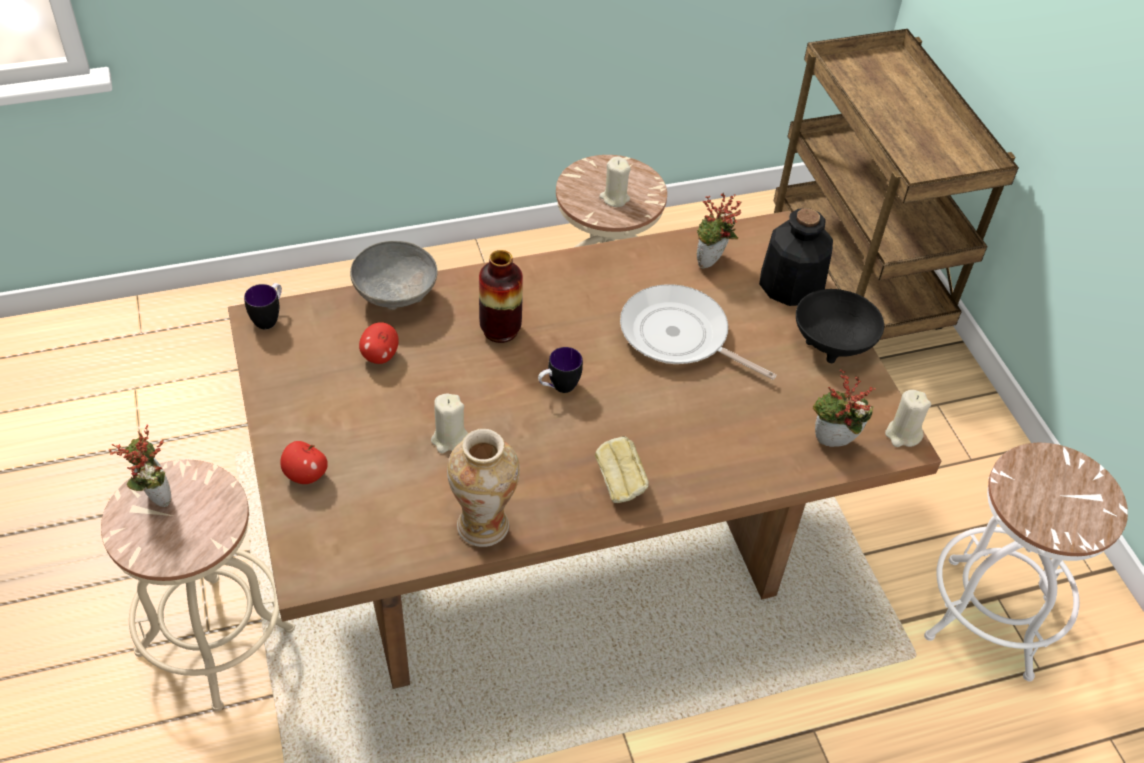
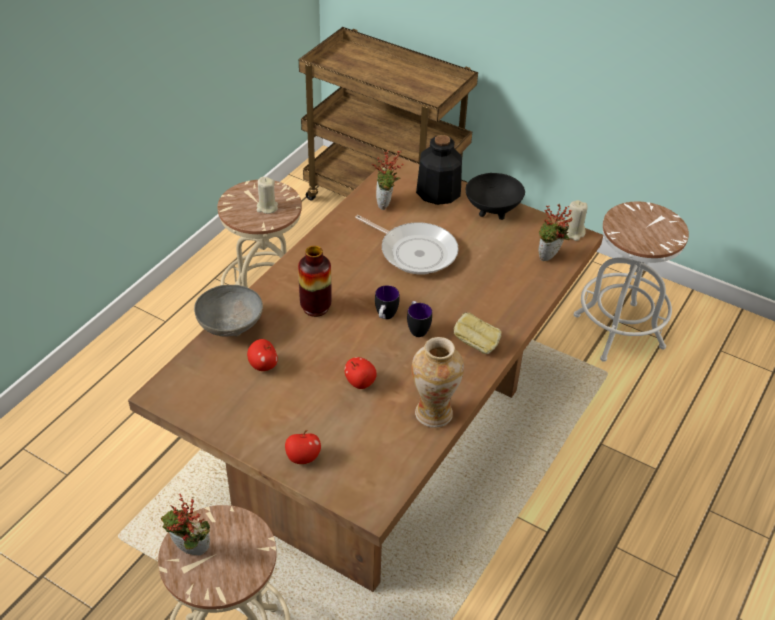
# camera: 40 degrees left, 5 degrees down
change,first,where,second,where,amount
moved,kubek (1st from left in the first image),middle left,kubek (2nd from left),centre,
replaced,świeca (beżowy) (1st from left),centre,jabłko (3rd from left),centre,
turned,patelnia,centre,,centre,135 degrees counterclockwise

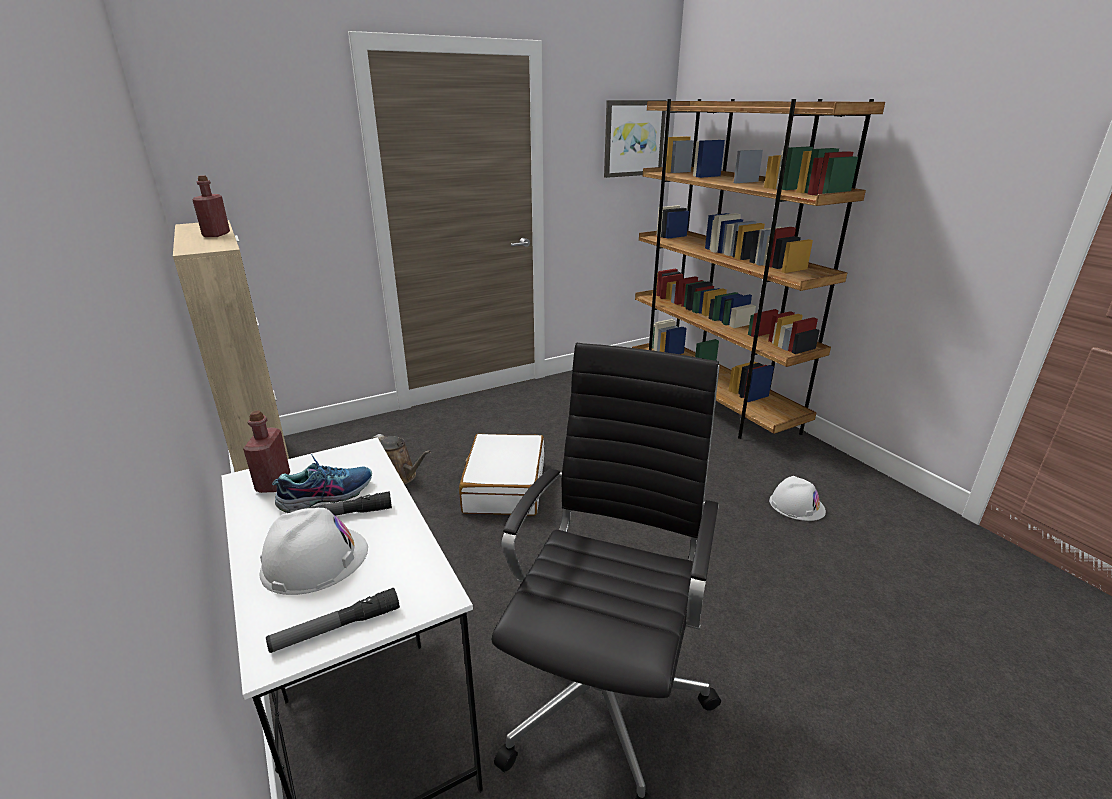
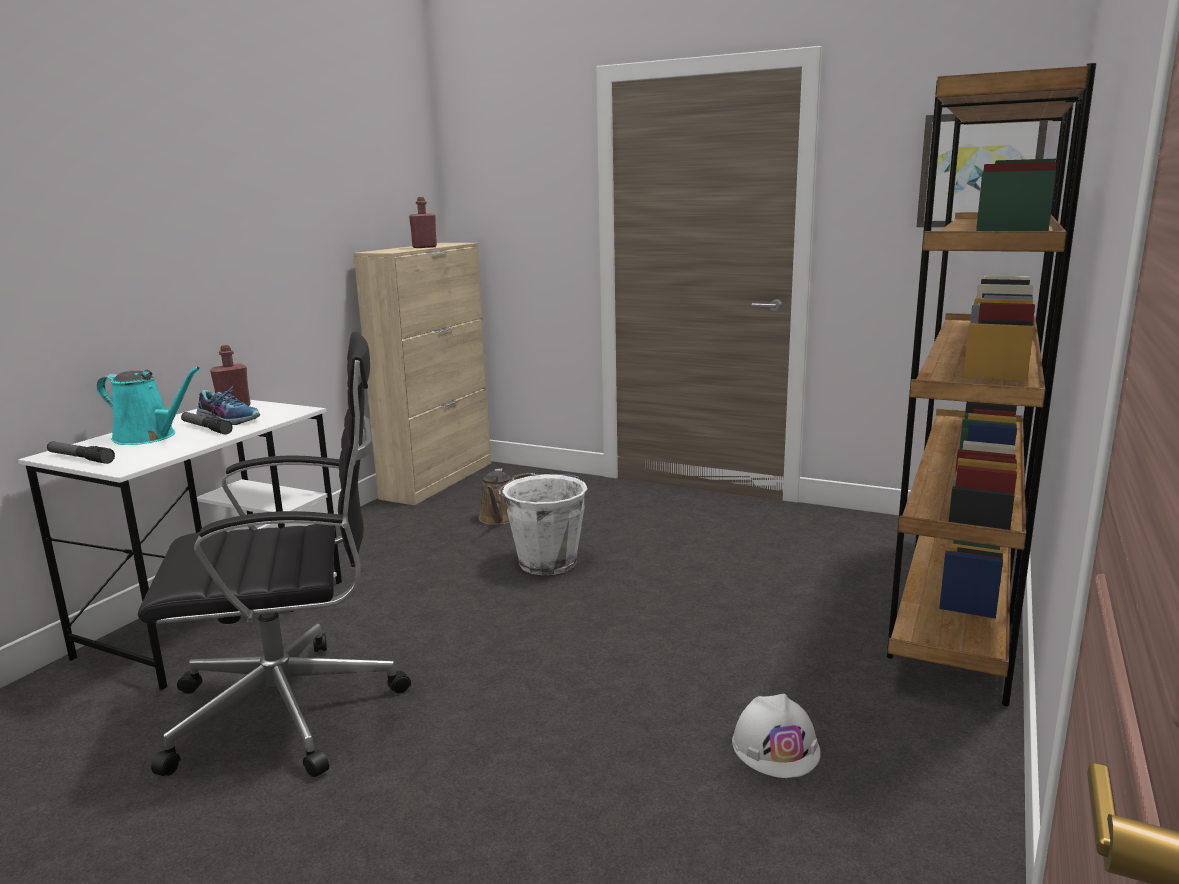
# camera: 55 degrees right, 10 degrees down
change,first,where,second,where,amount
replaced,kask (biały) (1st from left),bottom left,konewka (turkusowy),middle left,
replaced,walizka (biały),centre,wiadro (biały),centre,

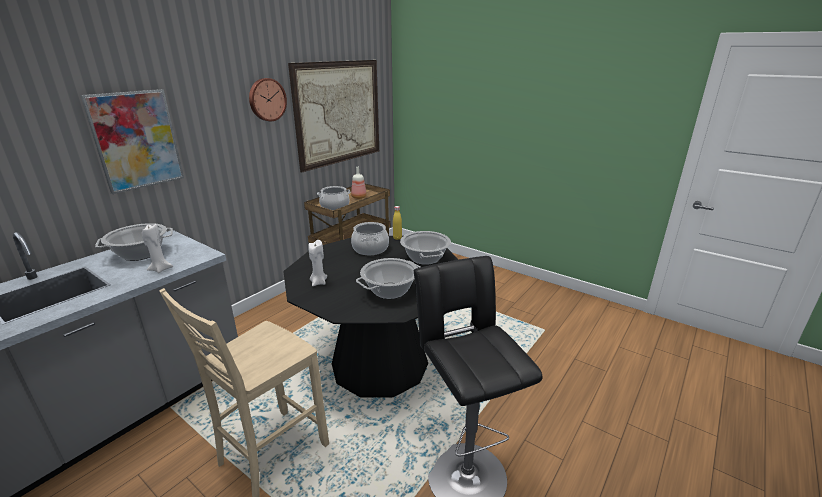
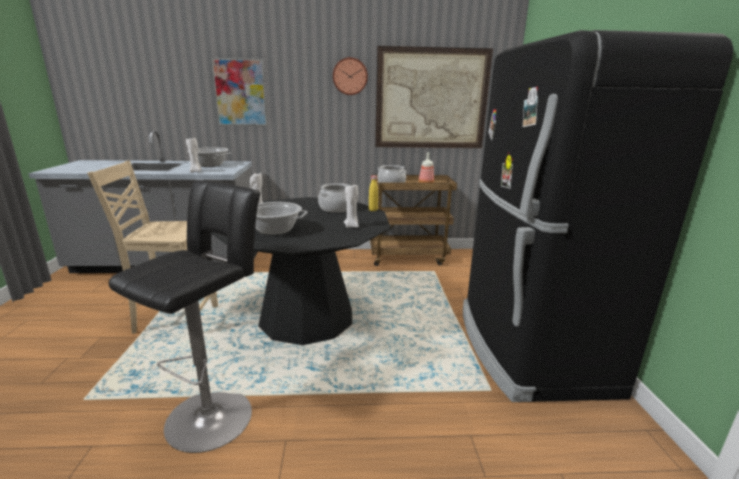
# camera: 50 degrees right, 5 degrees down
change,first,where,second,where,amount
added,,,lodówka (czarny),middle right,
replaced,garnek (5th from left),centre,świeca (biały) (3rd from left),centre,

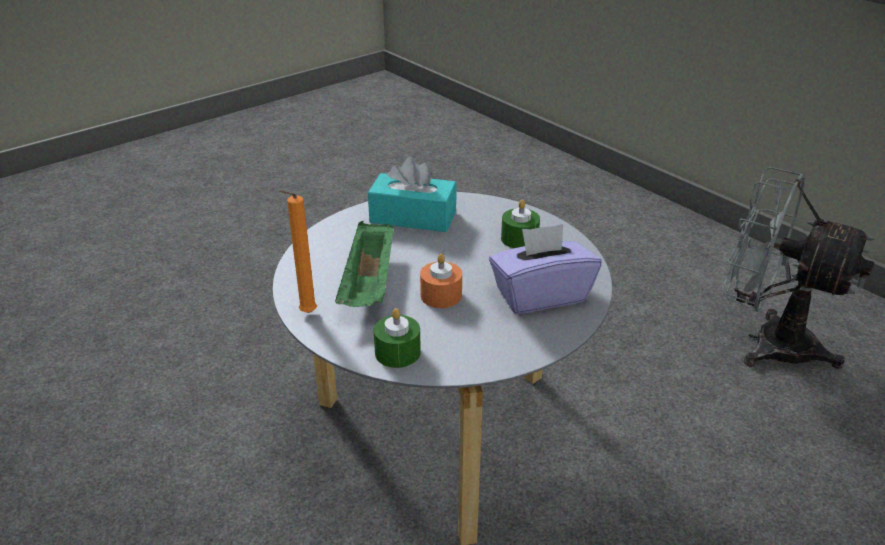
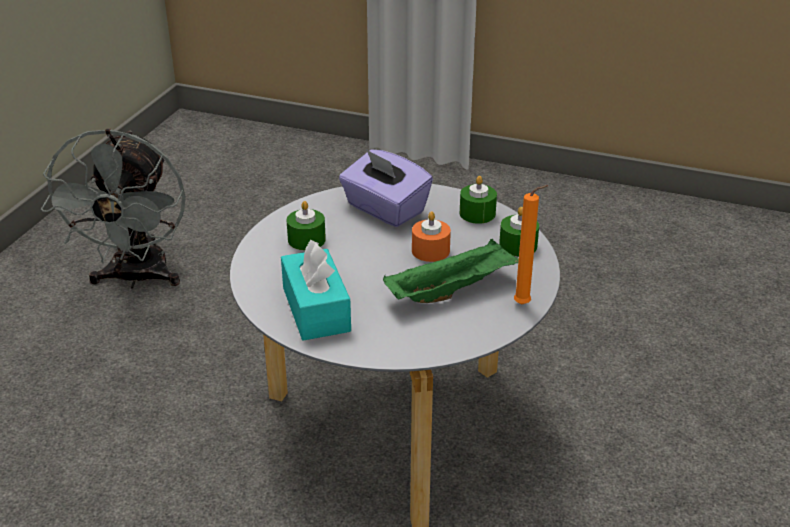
# camera: 120 degrees left, 0 degrees up
change,first,where,second,where,amount
added,,,świeca (zielony) (2nd from left),centre,

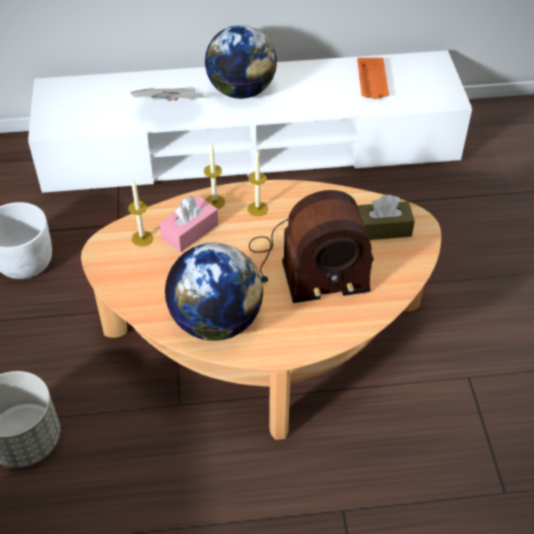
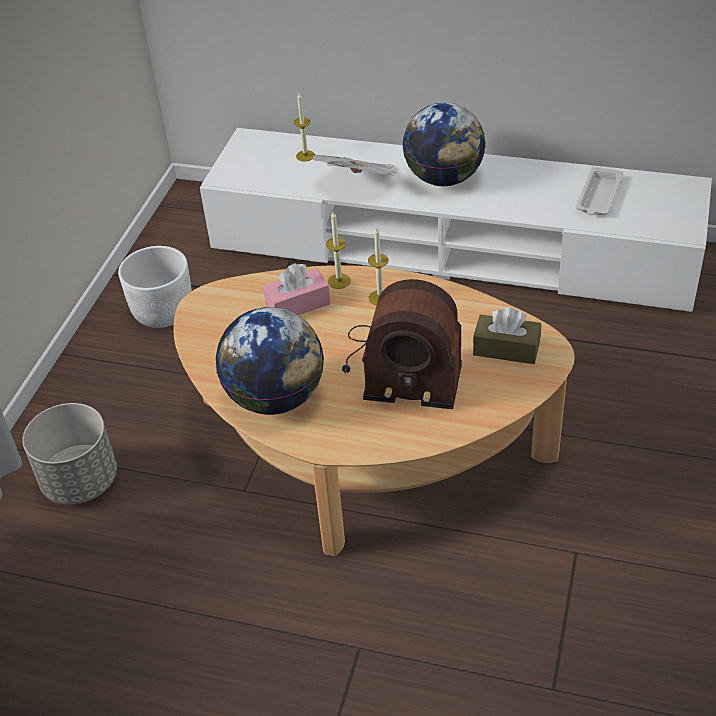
# camera: 25 degrees right, 5 degrees down
change,first,where,second,where,amount
moved,świeca (1st from left),middle left,,top centre,
recoloured,taca (pomarańczowy),top right,taca (biały),top right,

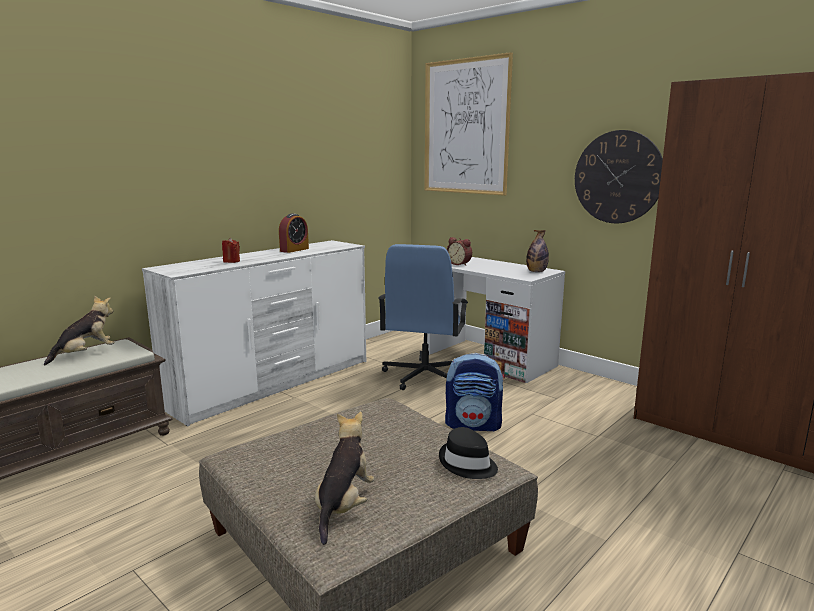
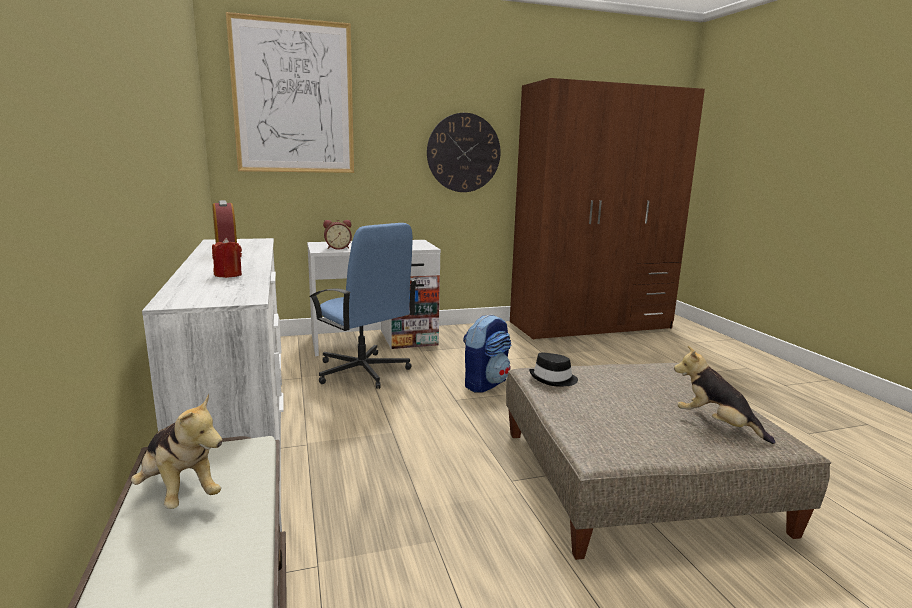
# camera: 60 degrees left, 0 degrees up
change,first,where,second,where,amount
removed,butelka,centre,,,
moved,kapelusz (czarny),bottom centre,,centre,
turned,pluszak (1st from left),middle left,,bottom left,150 degrees clockwise

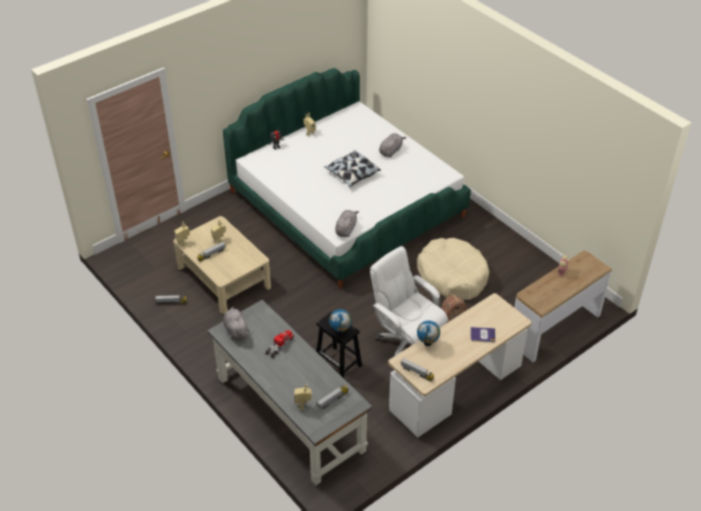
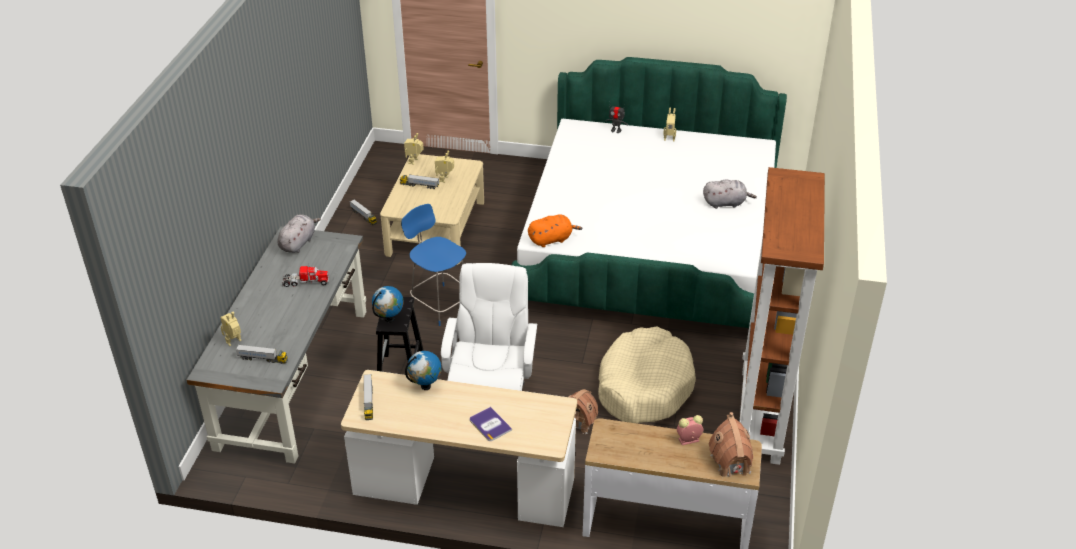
# camera: 50 degrees right, 5 degrees down
change,first,where,second,where,amount
removed,poduszka,top centre,,,
added,,,krzesło (niebieski),centre,
added,,,domek (2nd from left),bottom right,
added,,,regał (brązowy),middle right,
recoloured,pluszak (szary) (2nd from left),centre,pluszak (pomarańczowy),centre,

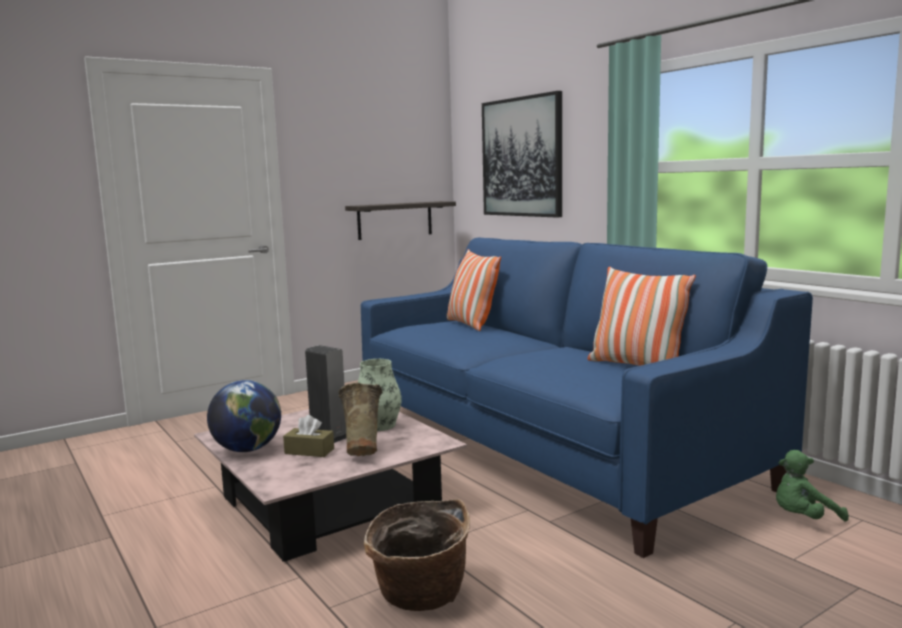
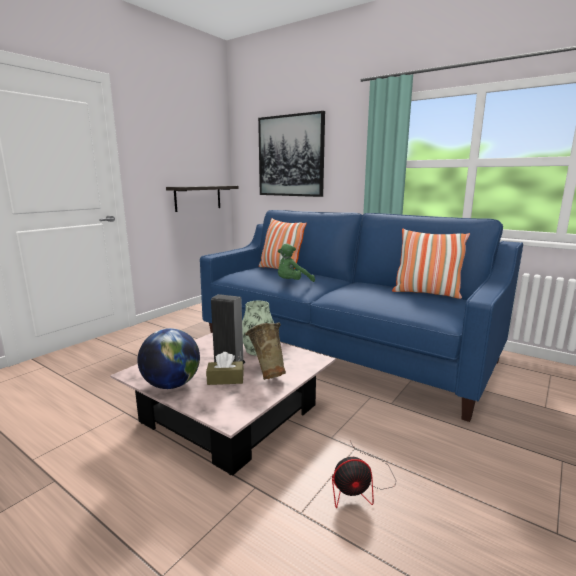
# camera: 20 degrees left, 5 degrees up
change,first,where,second,where,amount
moved,pluszak (zielony),bottom right,,centre,
replaced,koszyk,bottom centre,wentylator,bottom centre,

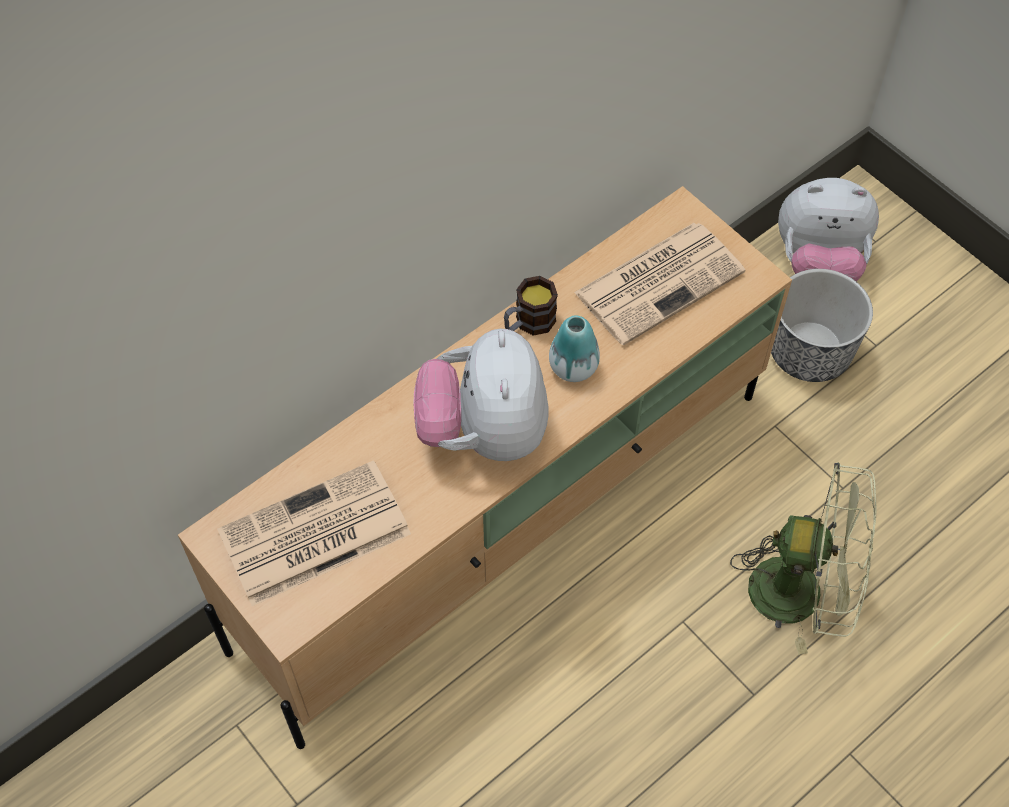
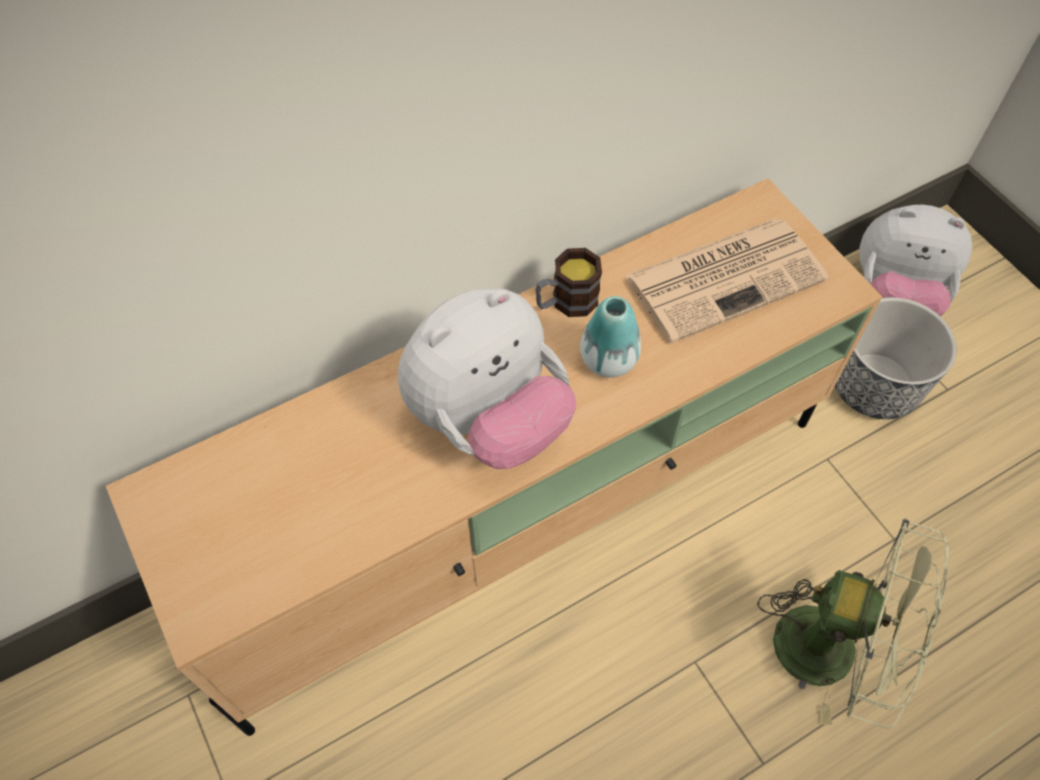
# camera: 10 degrees right, 0 degrees up
change,first,where,second,where,amount
removed,gazeta (1st from left),middle left,,,
turned,pluszak (1st from left),centre,,centre,135 degrees counterclockwise

